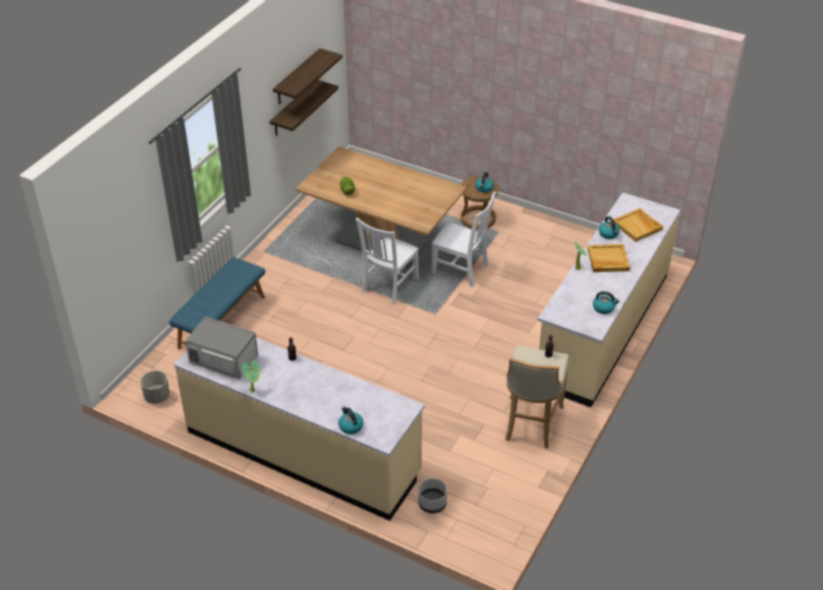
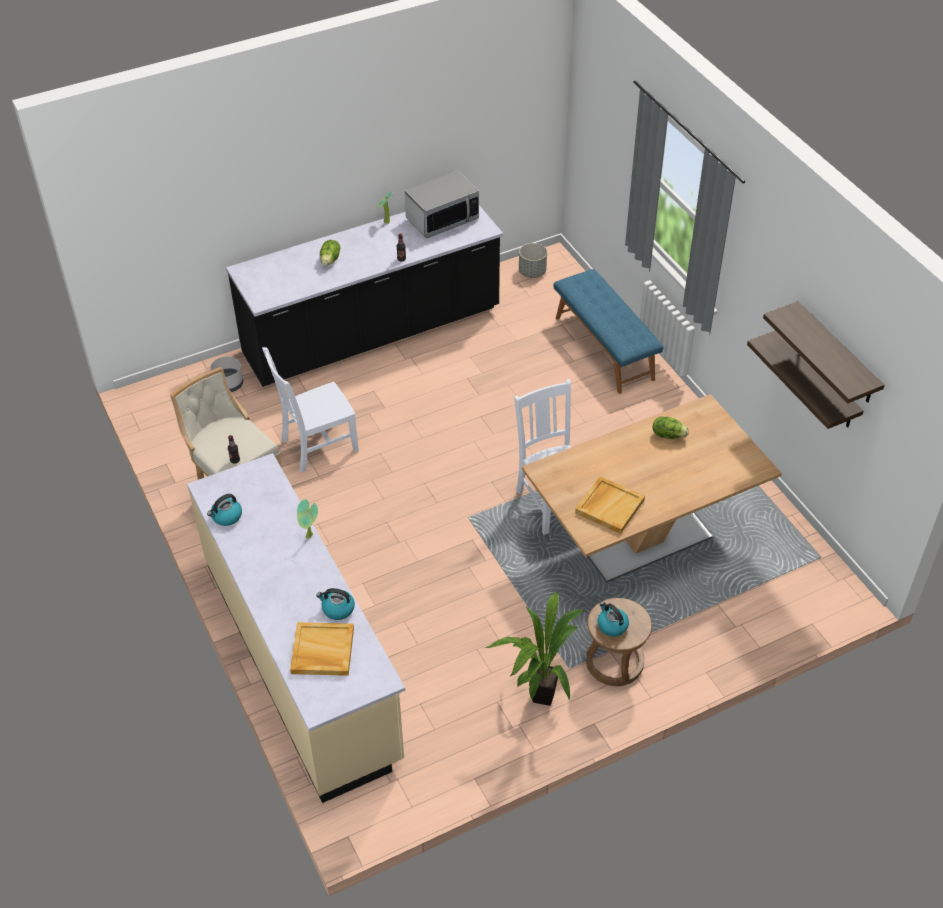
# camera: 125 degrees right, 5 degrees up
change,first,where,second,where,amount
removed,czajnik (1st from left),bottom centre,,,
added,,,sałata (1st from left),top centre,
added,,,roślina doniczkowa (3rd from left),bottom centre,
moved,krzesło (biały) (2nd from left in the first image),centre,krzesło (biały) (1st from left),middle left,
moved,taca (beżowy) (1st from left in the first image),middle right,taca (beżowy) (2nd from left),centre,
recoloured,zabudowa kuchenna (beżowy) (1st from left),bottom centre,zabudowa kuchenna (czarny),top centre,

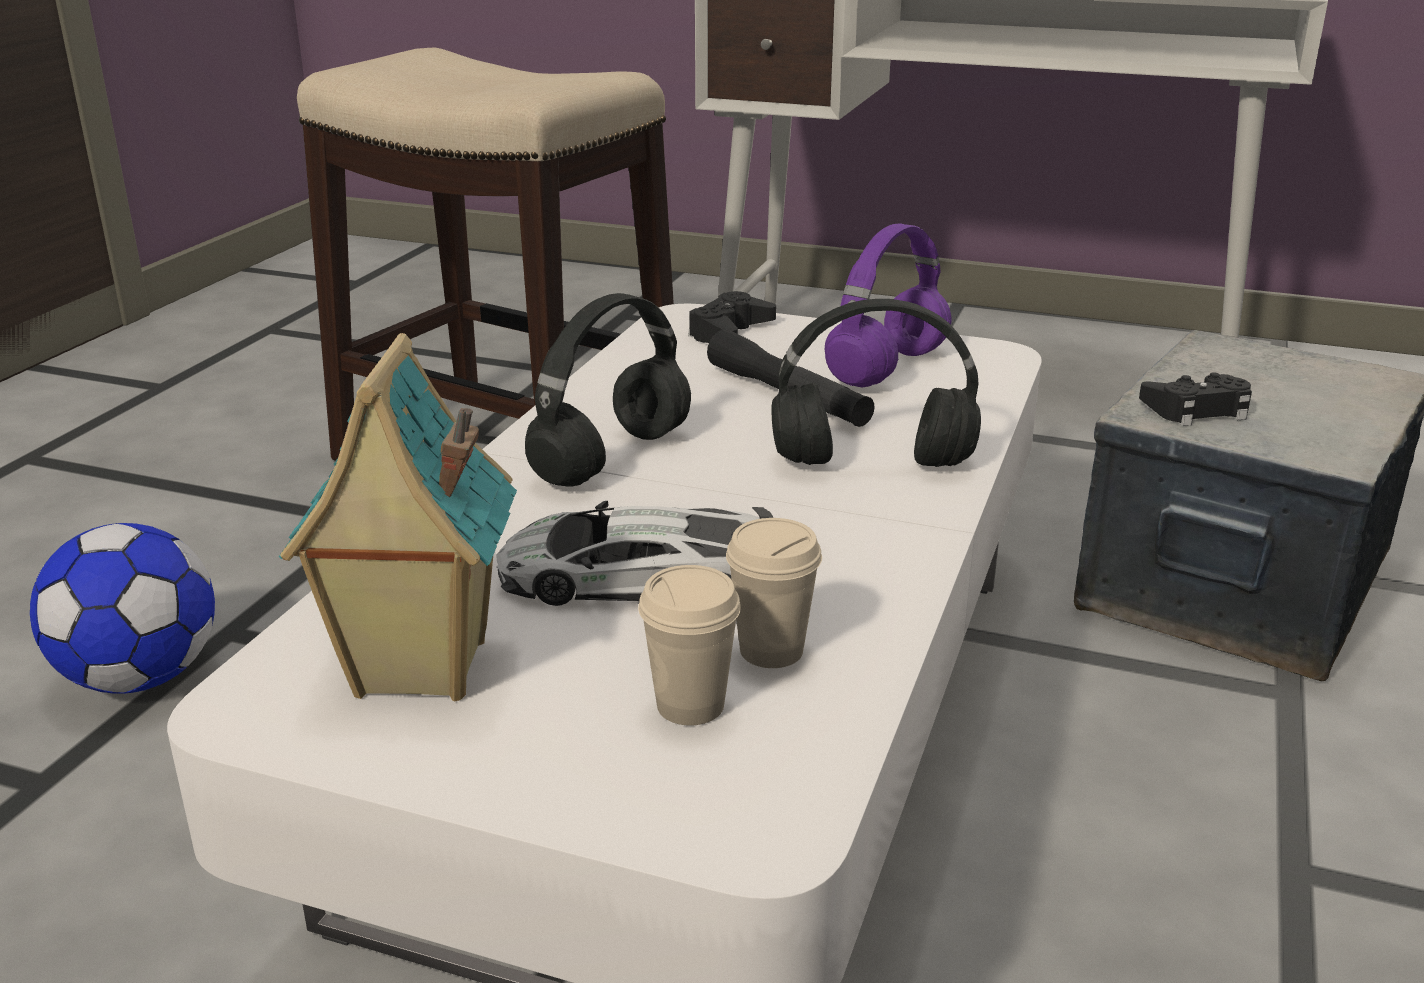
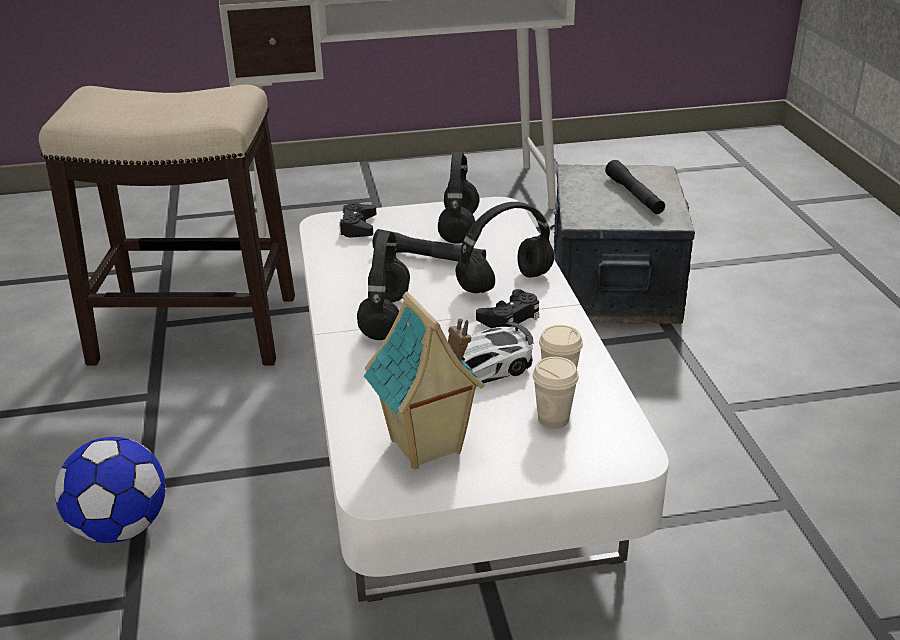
# camera: 30 degrees left, 5 degrees up
change,first,where,second,where,amount
added,,,latarka (czarny) (2nd from left),top right,
moved,pad do gier (czarny) (2nd from left),middle right,,centre,
recoloured,słuchawki (fioletowy),top centre,słuchawki (czarny) (2nd from left),top centre,

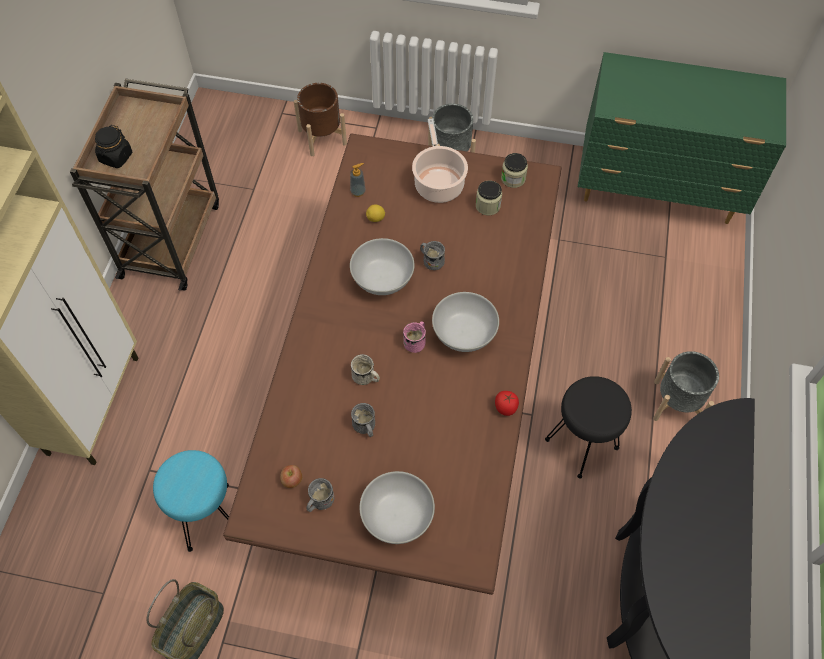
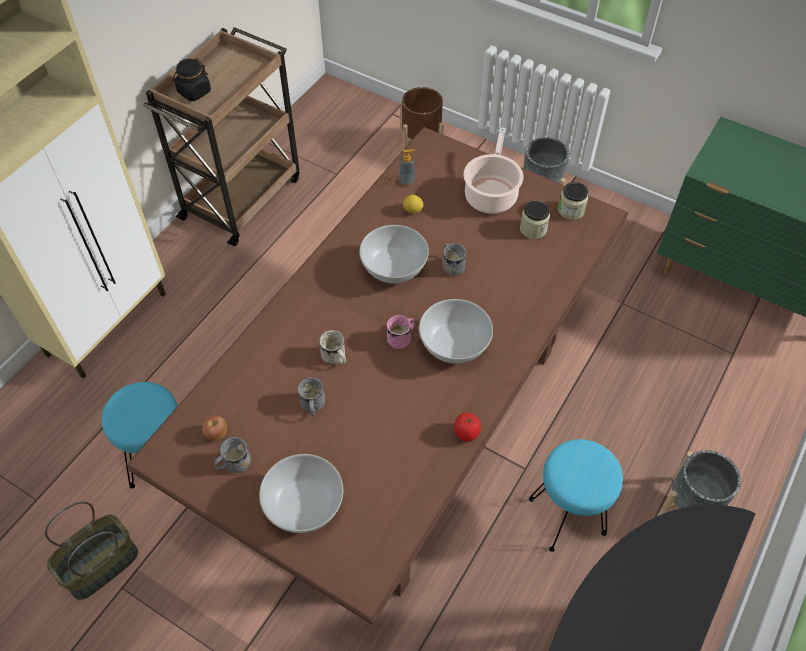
# camera: 20 degrees right, 5 degrees down
change,first,where,second,where,amount
recoloured,stołek (czarny),middle right,stołek (turkusowy) (2nd from left),bottom right,

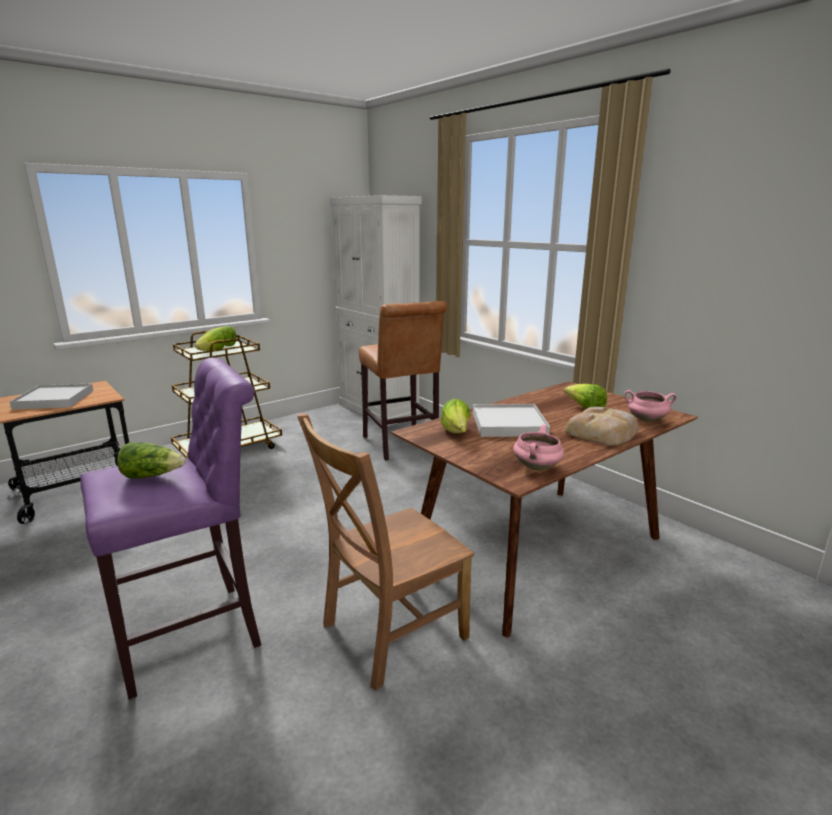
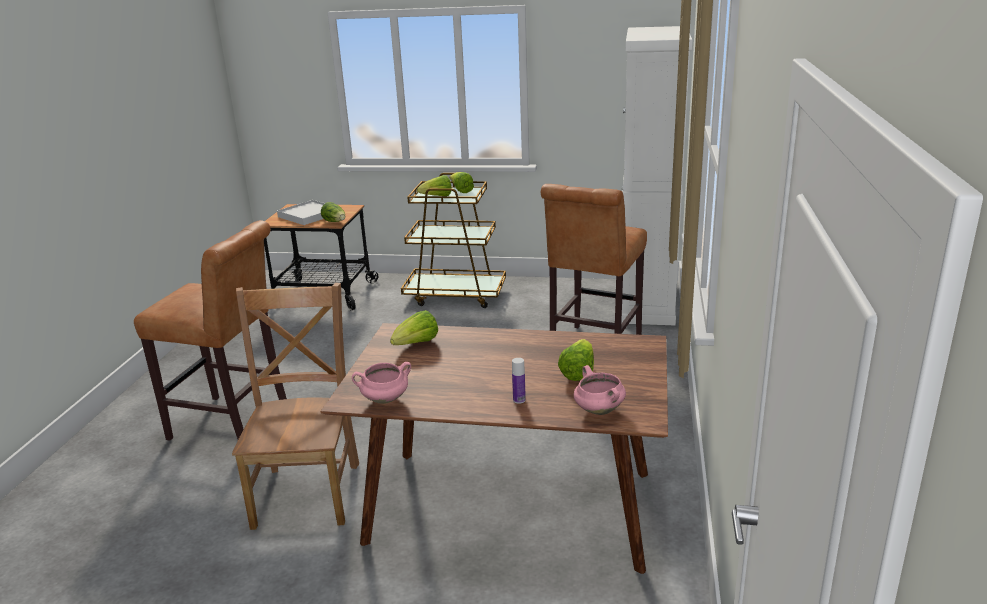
# camera: 50 degrees right, 5 degrees up
change,first,where,second,where,amount
removed,taca (biały) (2nd from left),centre,,,
moved,sałata (1st from left),middle left,,centre,
replaced,chleb,middle right,butelka,centre,
recoloured,stołek (fioletowy),middle left,stołek (brązowy) (1st from left),middle left,
turned,krzesło (brązowy),bottom centre,,bottom left,75 degrees clockwise

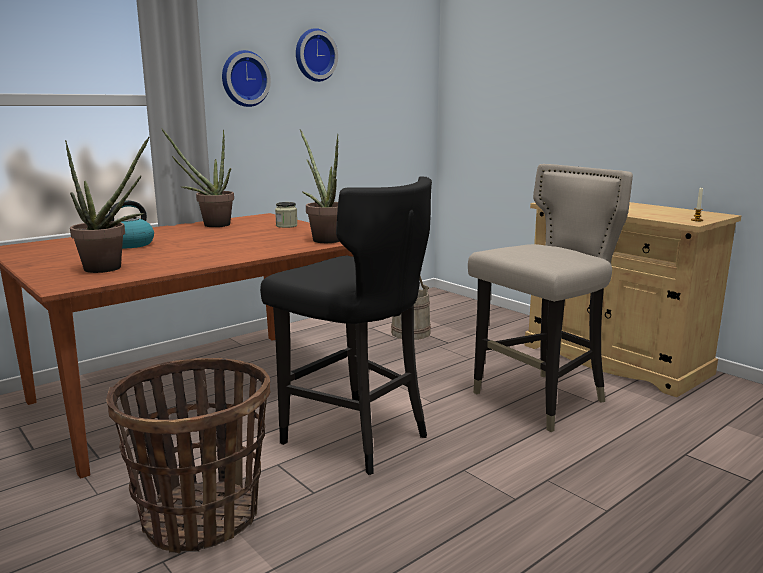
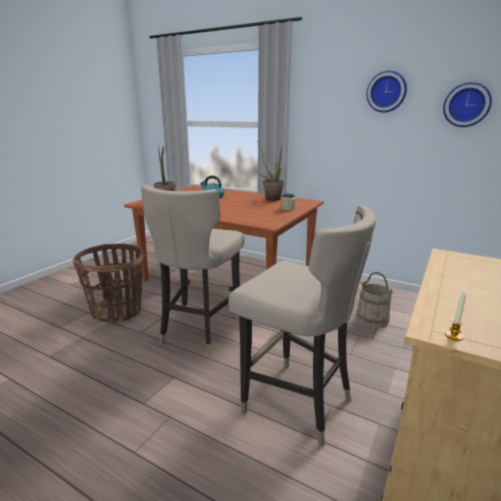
# camera: 70 degrees right, 5 degrees up
change,first,where,second,where,amount
removed,roślina doniczkowa (3rd from left),top centre,,,
moved,zegar ścienny (1st from left in the first image),top left,zegar ścienny (2nd from left),top right,
recoloured,stołek (czarny),centre,stołek (beżowy) (1st from left),centre,

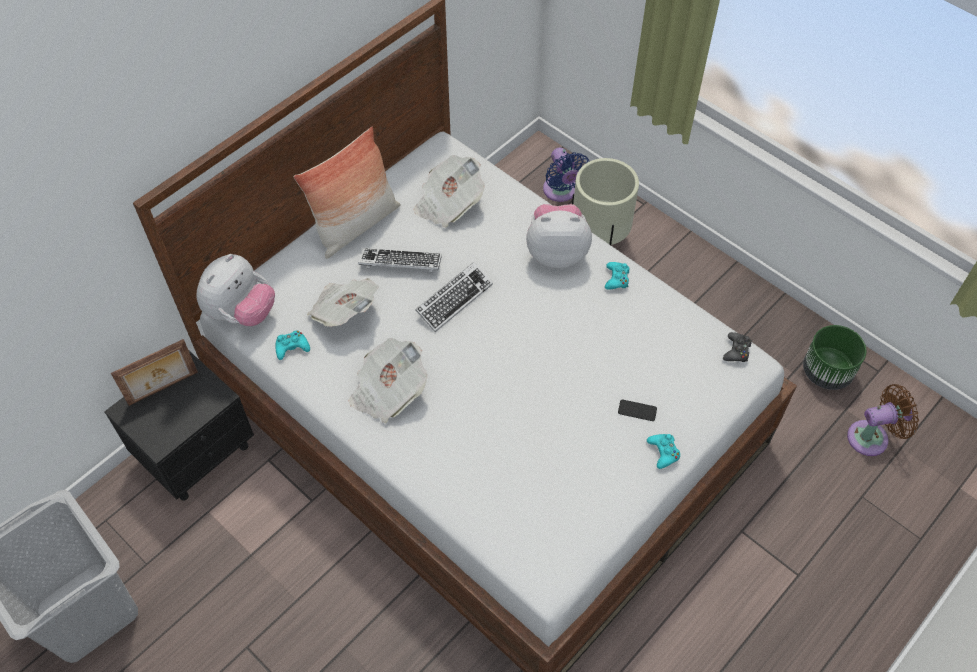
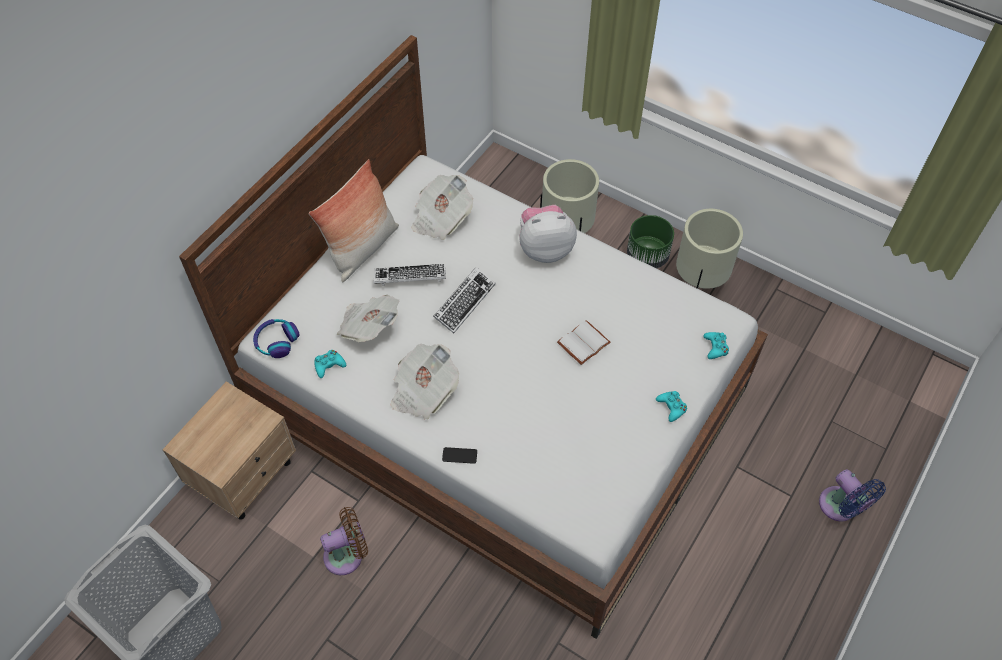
# camera: 10 degrees left, 0 degrees up
change,first,where,second,where,amount
removed,ramka na zdjęcie,middle left,,,
removed,pad do gier (czarny),middle right,,,
added,,,książka (biały),centre,
added,,,donica (beżowy) (2nd from left),middle right,
moved,wentylator (niebieski),top centre,,bottom right,
moved,pad do gier (turkusowy) (2nd from left in the first image),centre,pad do gier (turkusowy) (3rd from left),middle right,
moved,telefon,centre,,bottom centre,
moved,donica (zielony),middle right,,centre,
moved,wentylator (brązowy),middle right,,bottom centre,
replaced,pluszak (1st from left),middle left,słuchawki,middle left,
recoloured,szafka nocna (czarny),middle left,szafka nocna (beżowy),bottom left,

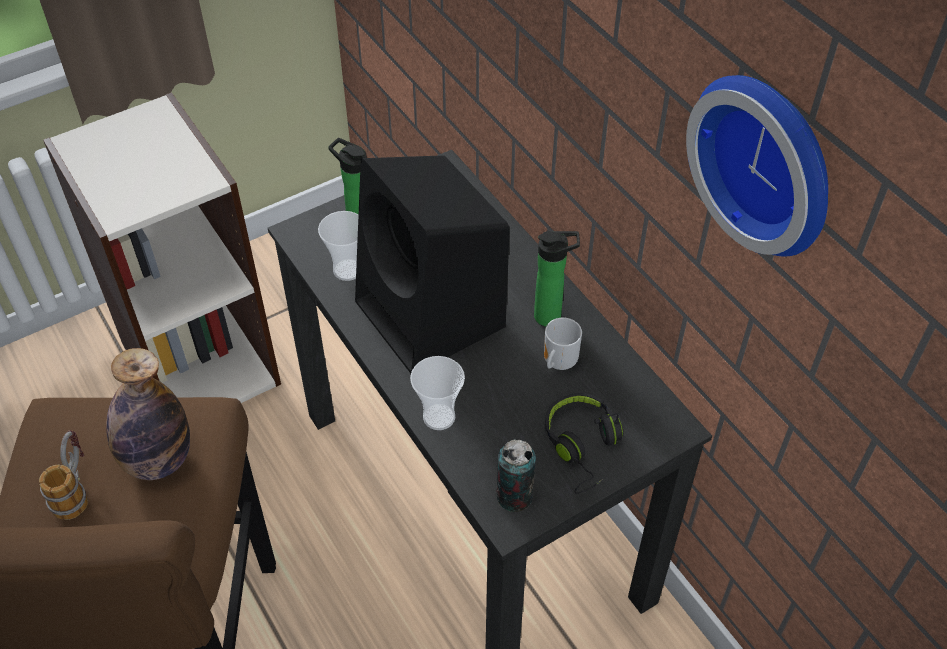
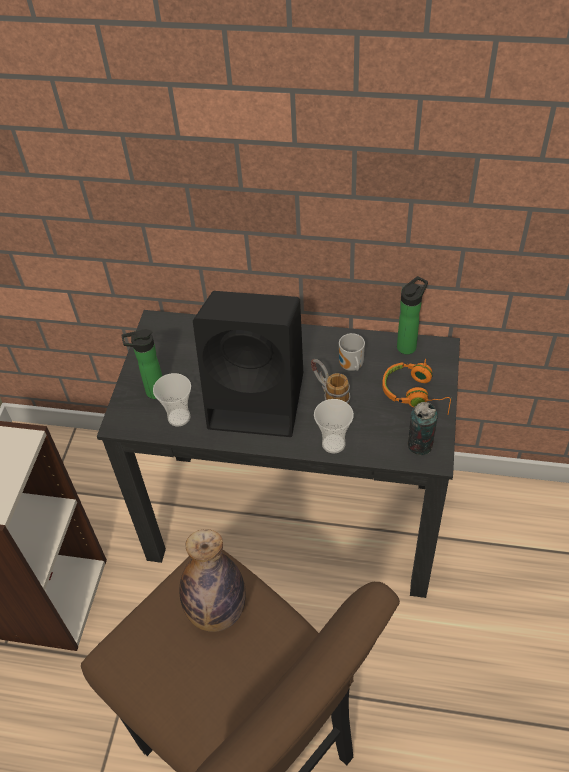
# camera: 45 degrees left, 0 degrees up
change,first,where,second,where,amount
removed,zegar ścienny,top right,,,
moved,kubek (1st from left),bottom left,,centre,
moved,butelka (3rd from left),centre,,middle right,
recoloured,słuchawki (czarny),bottom centre,słuchawki (pomarańczowy),middle right,

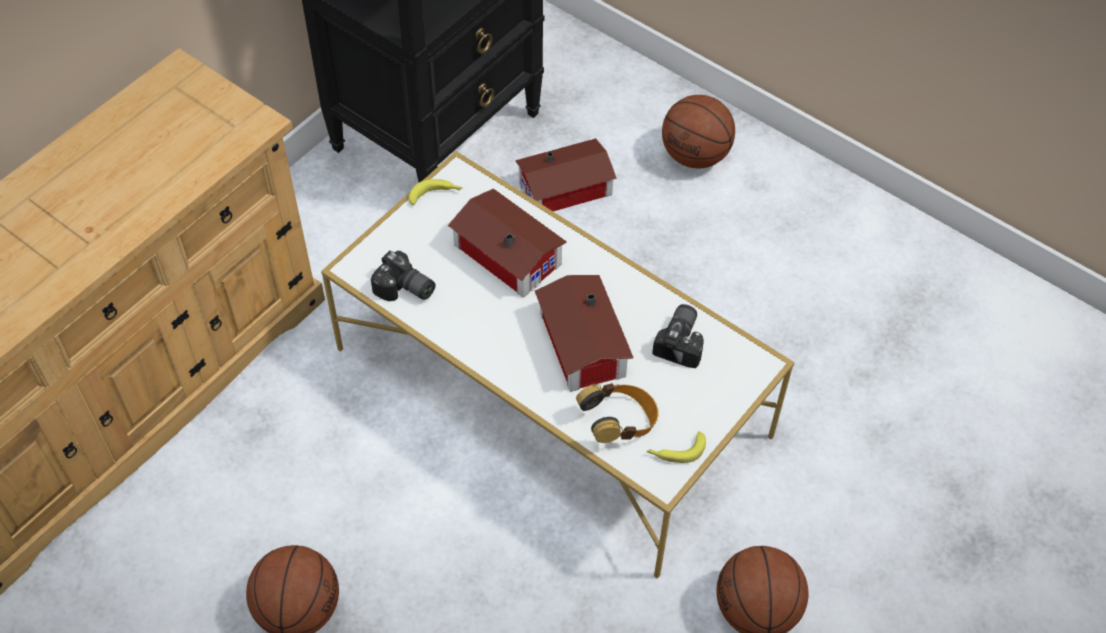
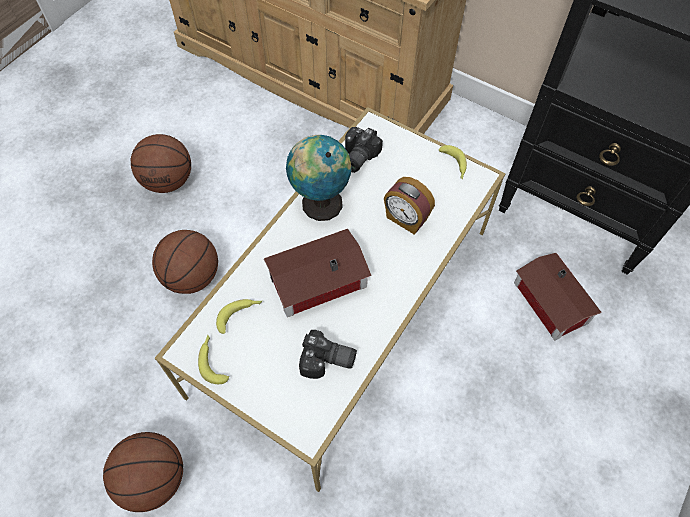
# camera: 85 degrees right, 5 degrees up
change,first,where,second,where,amount
added,,,globus,centre,
moved,piłka do koszykówki (2nd from left in the first image),top centre,piłka do koszykówki (3rd from left),middle left,
replaced,domek (1st from left),centre,budzik,centre,
replaced,słuchawki,centre,banan (2nd from left),centre,

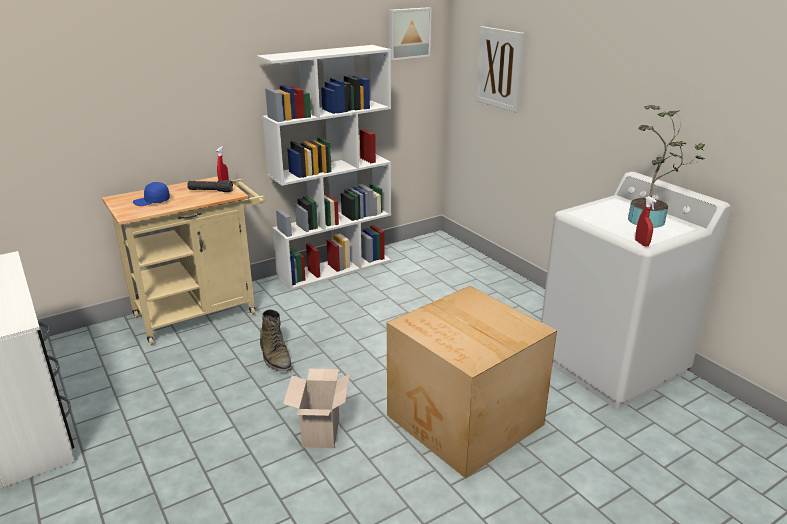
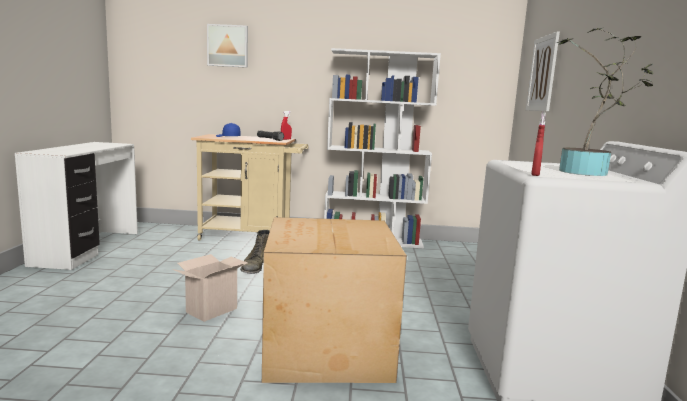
# camera: 35 degrees right, 15 degrees down
change,first,where,second,where,amount
moved,obraz (1st from left),top centre,,top left,

